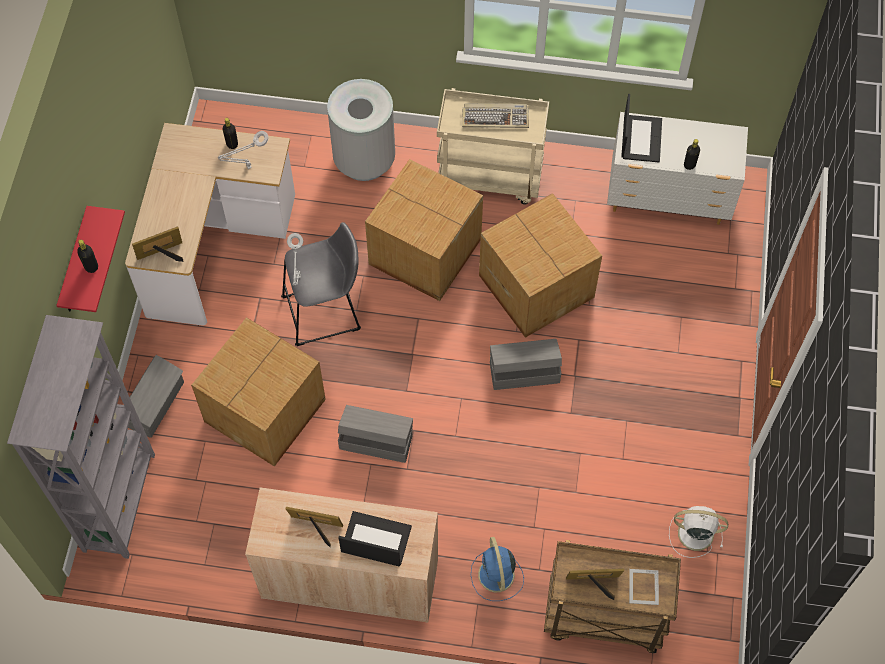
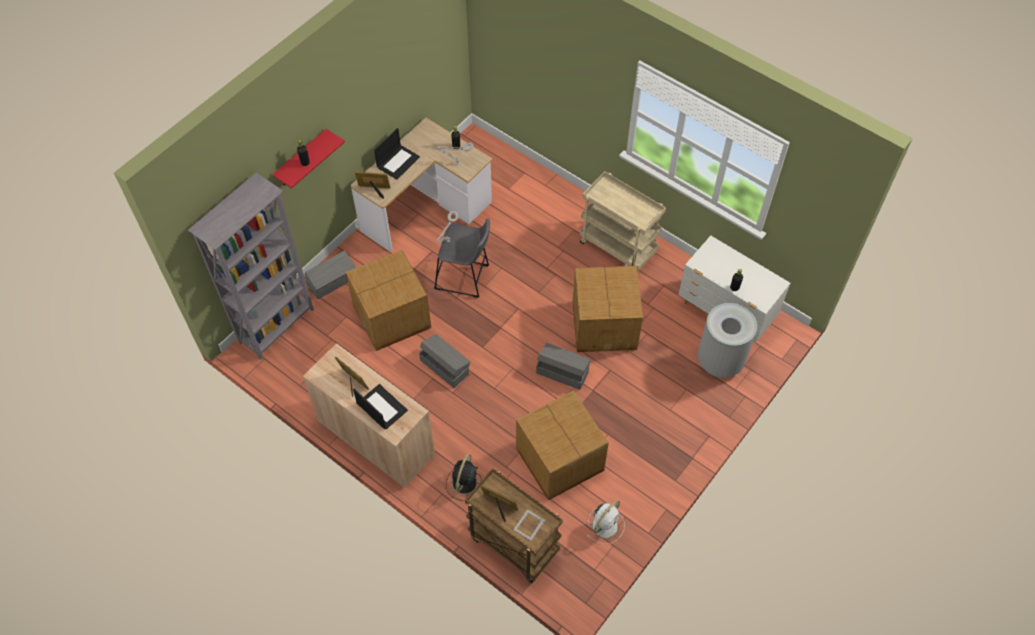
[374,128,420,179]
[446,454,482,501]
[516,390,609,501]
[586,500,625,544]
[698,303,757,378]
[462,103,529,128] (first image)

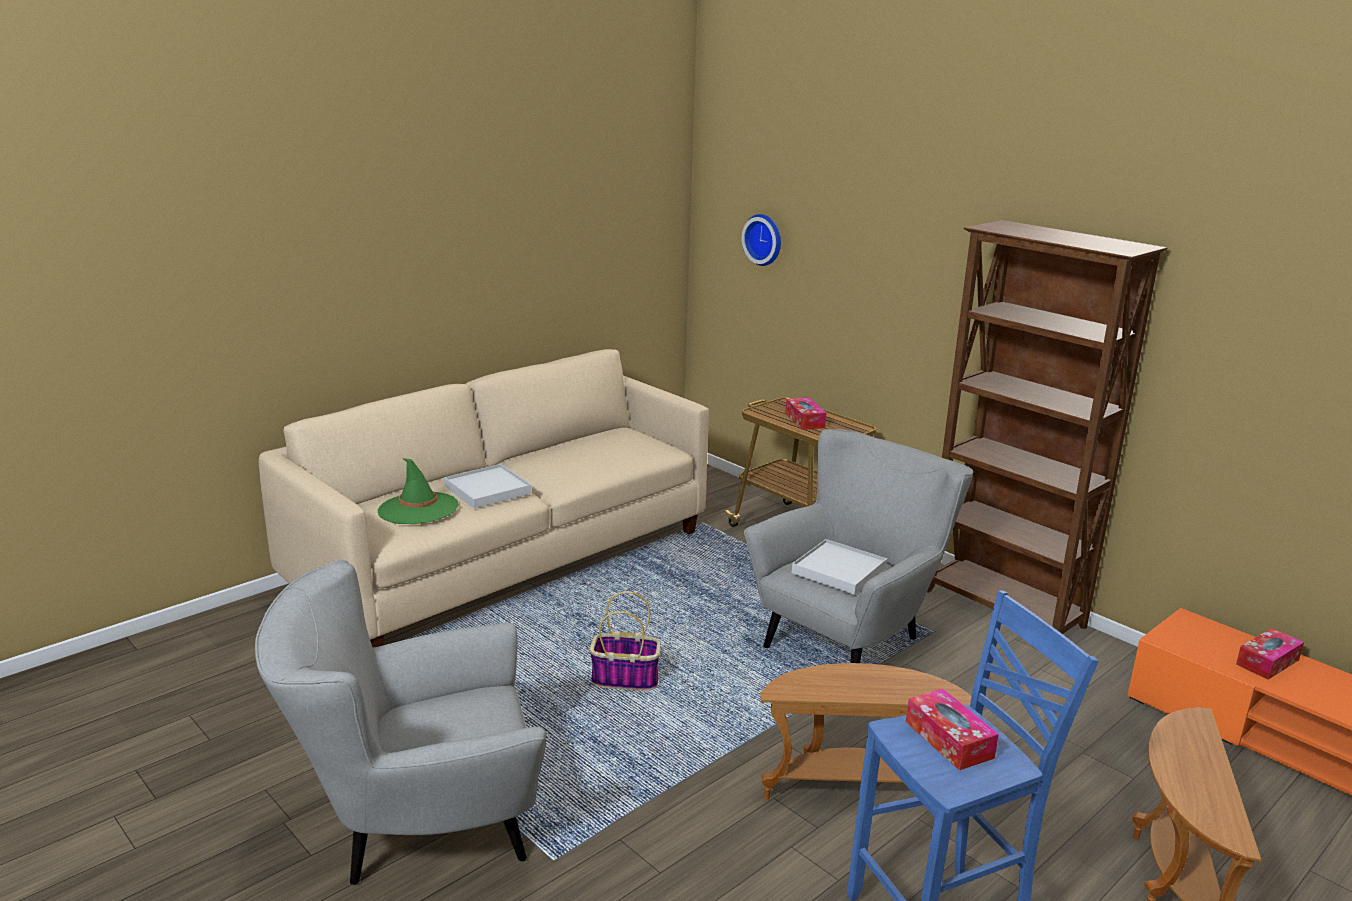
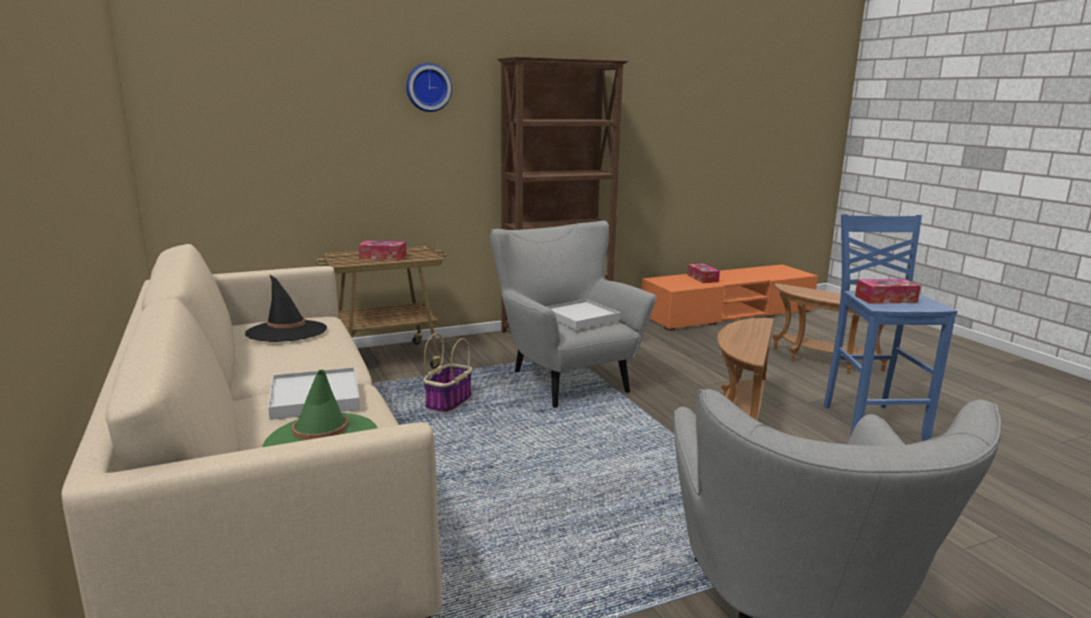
[245,274,327,342]
[406,63,452,112]
[423,333,472,413]

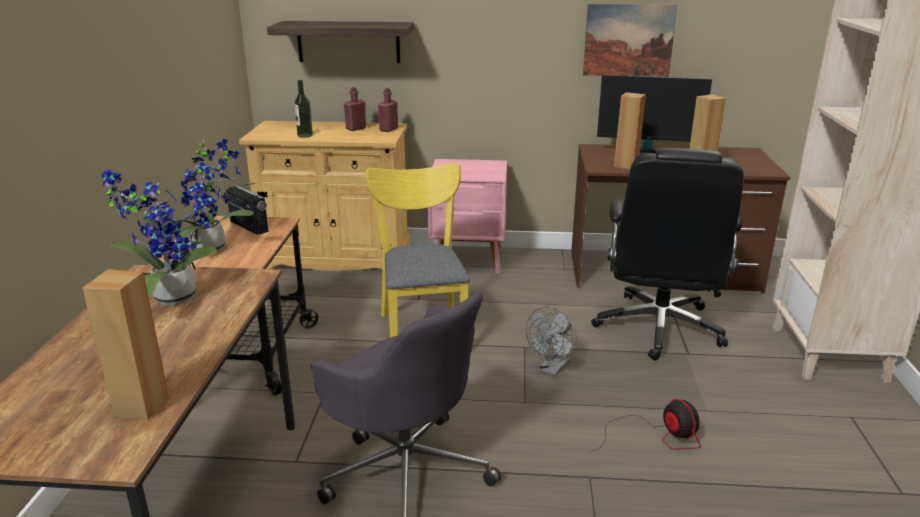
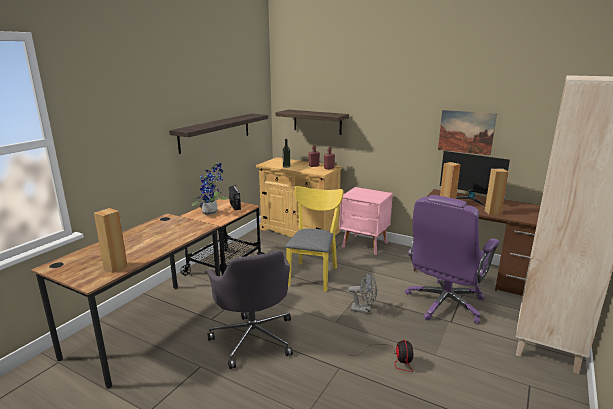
[169,114,268,154]
[348,273,377,314]
[405,195,500,324]
[101,169,217,306] (first image)

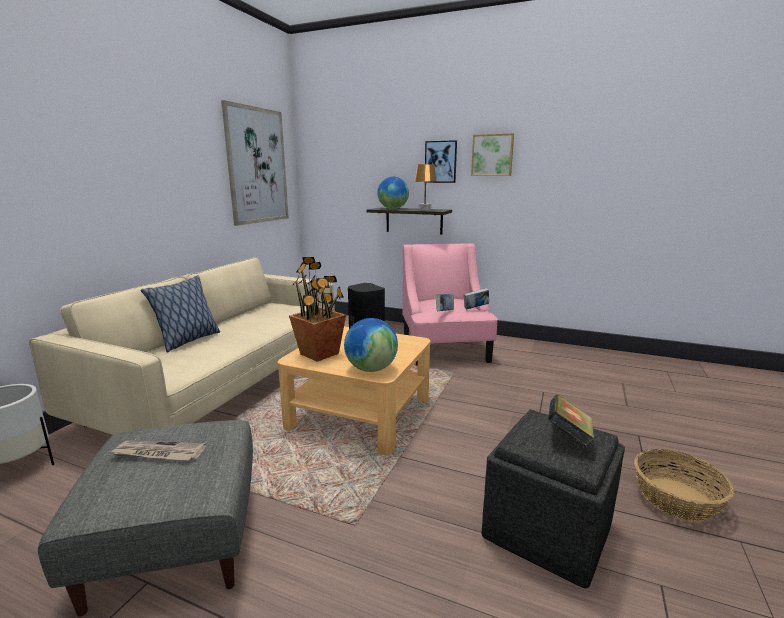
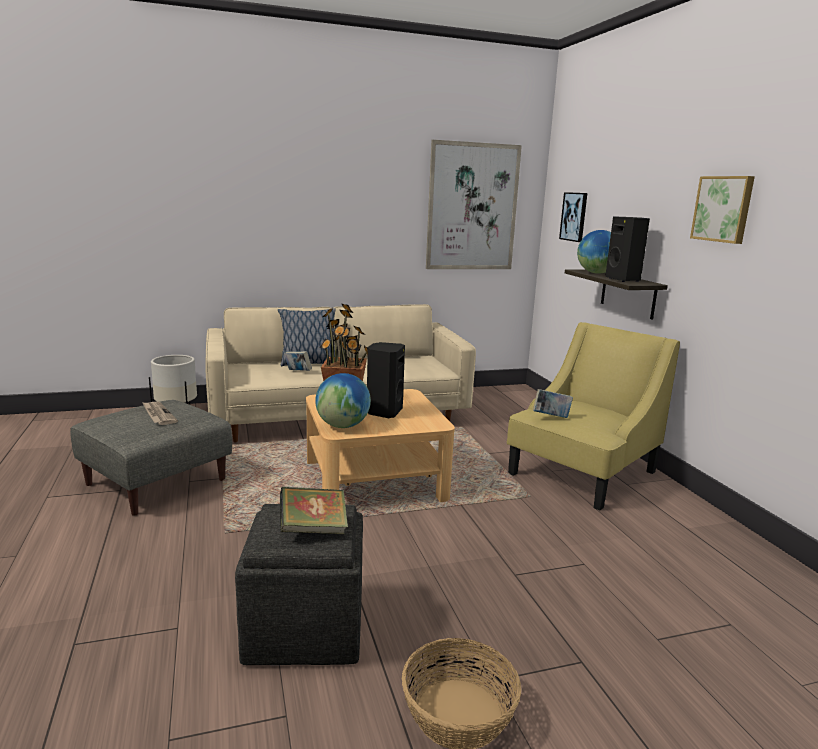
[284,351,312,371]
[507,322,680,511]
[559,192,587,242]
[605,216,650,282]

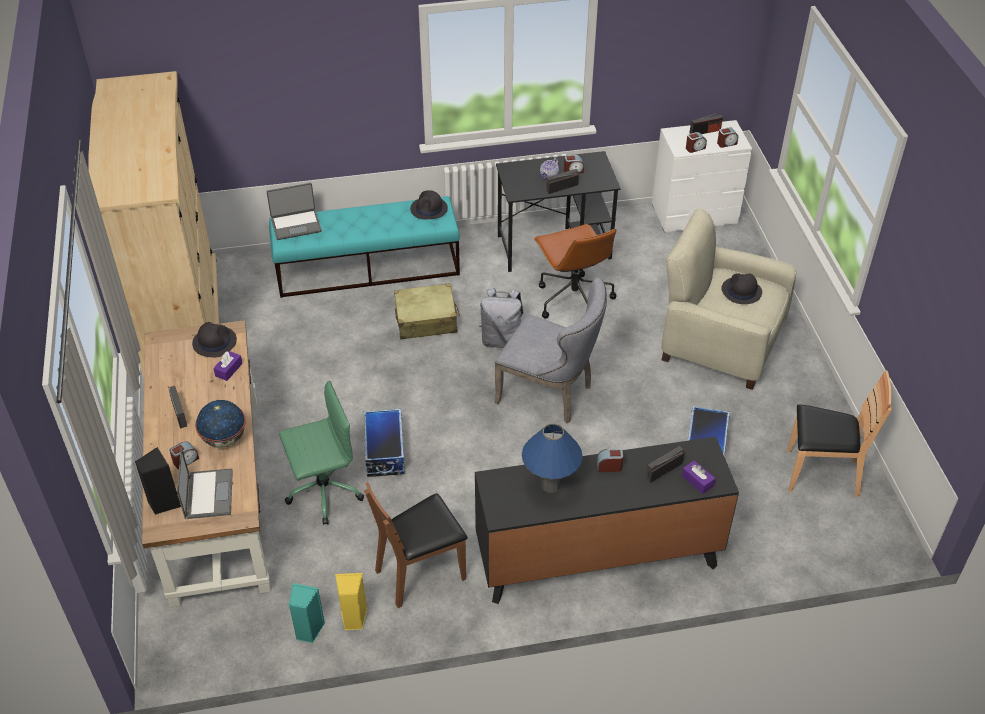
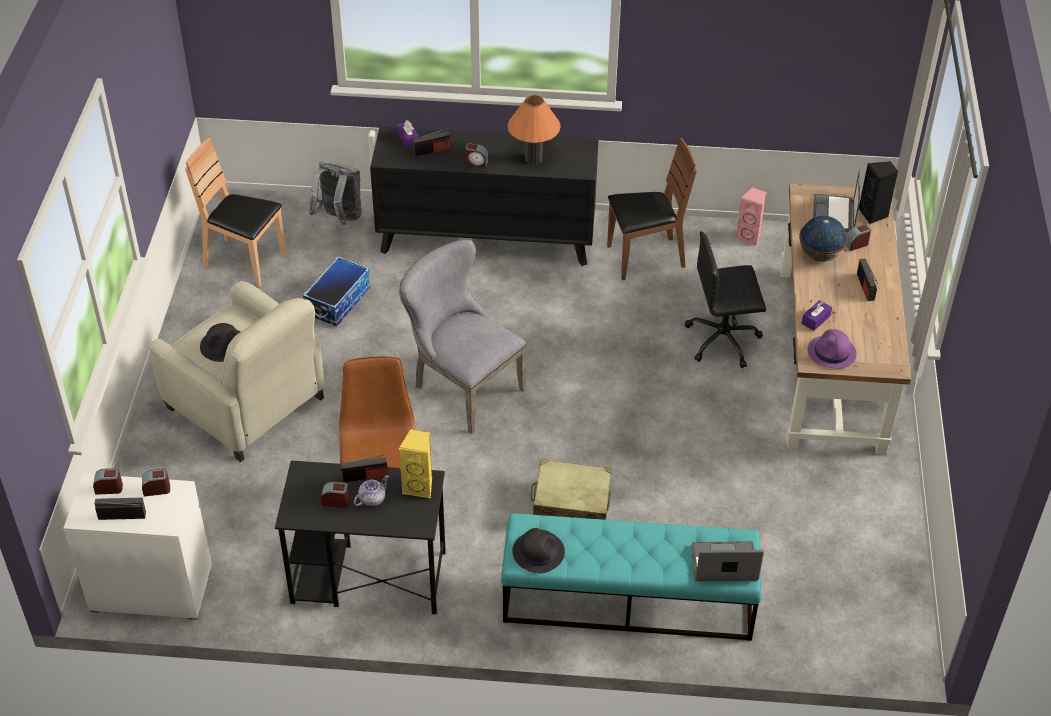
[309,161,362,225]
[399,429,432,498]
[507,95,561,164]
[685,231,766,368]
[735,187,767,246]
[808,329,856,368]
[88,71,219,378] (first image)
[364,409,405,477] (first image)

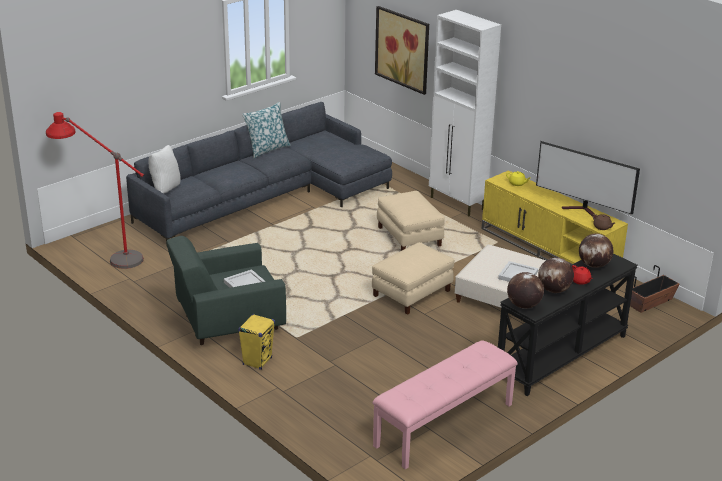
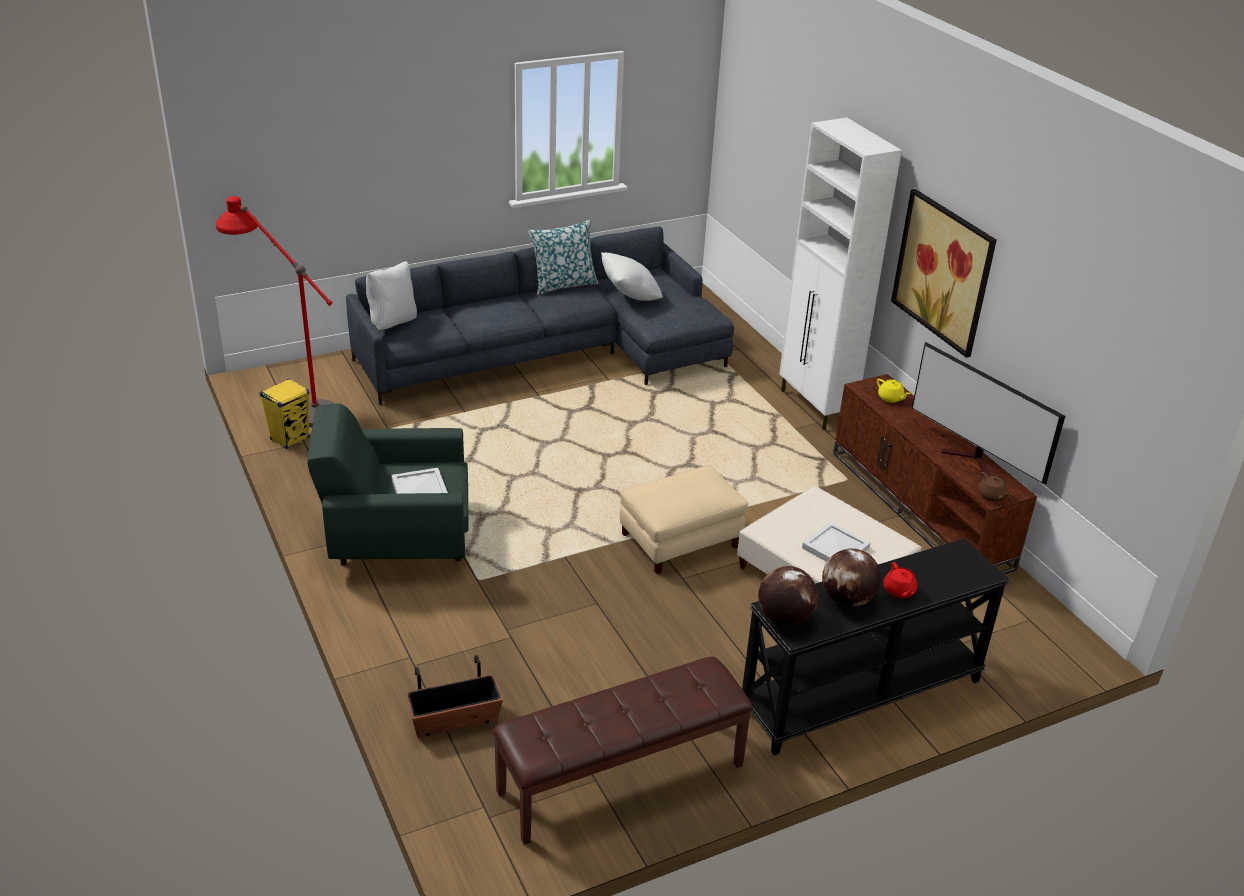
[260,378,310,449]
[405,655,503,738]
[492,656,753,845]
[601,252,663,301]
[833,374,1037,574]
[891,189,997,358]
[377,191,445,251] (first image)
[579,234,613,268] (first image)

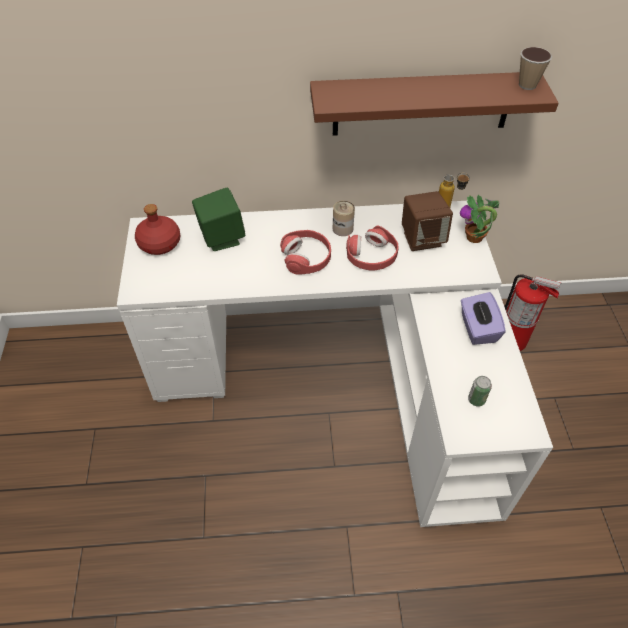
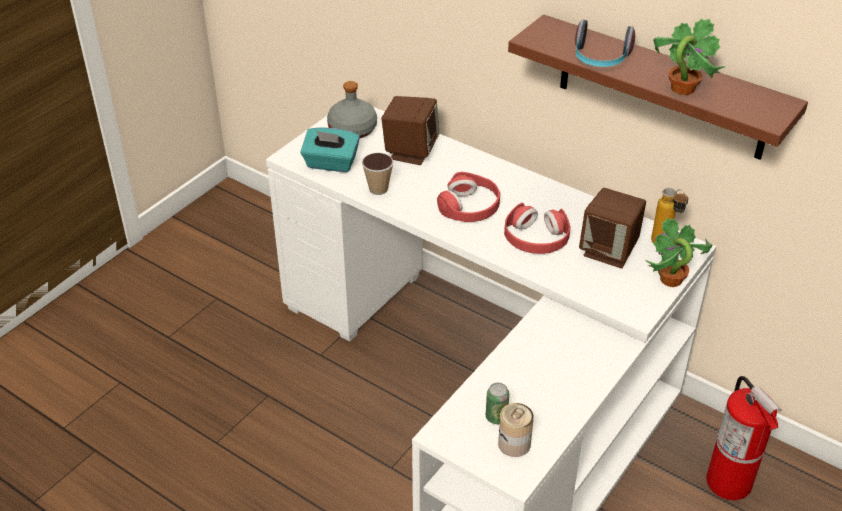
[300,128,360,172]
[327,81,377,138]
[362,153,394,195]
[381,96,440,165]
[498,403,534,457]
[575,20,635,67]
[653,18,726,95]
[461,292,506,345] (first image)

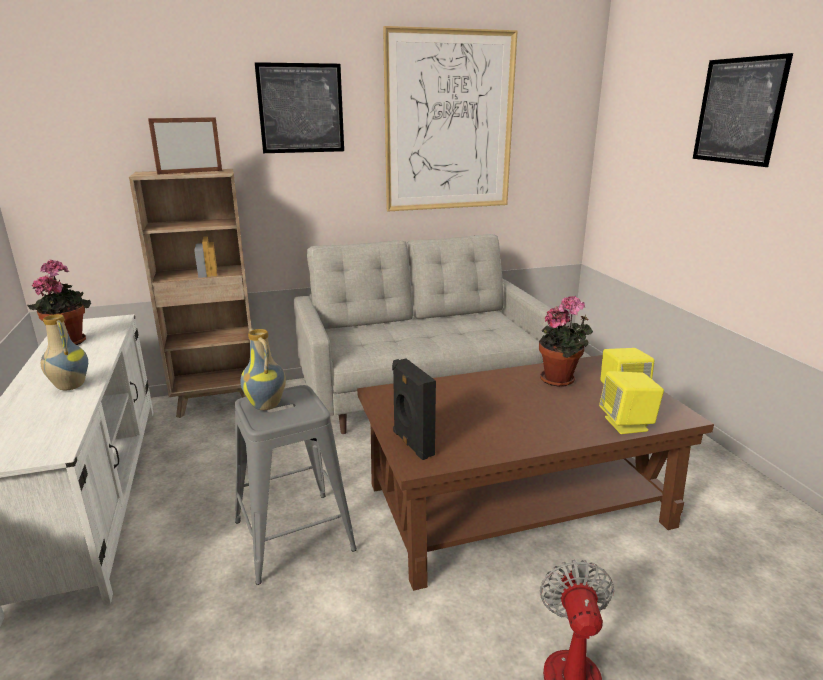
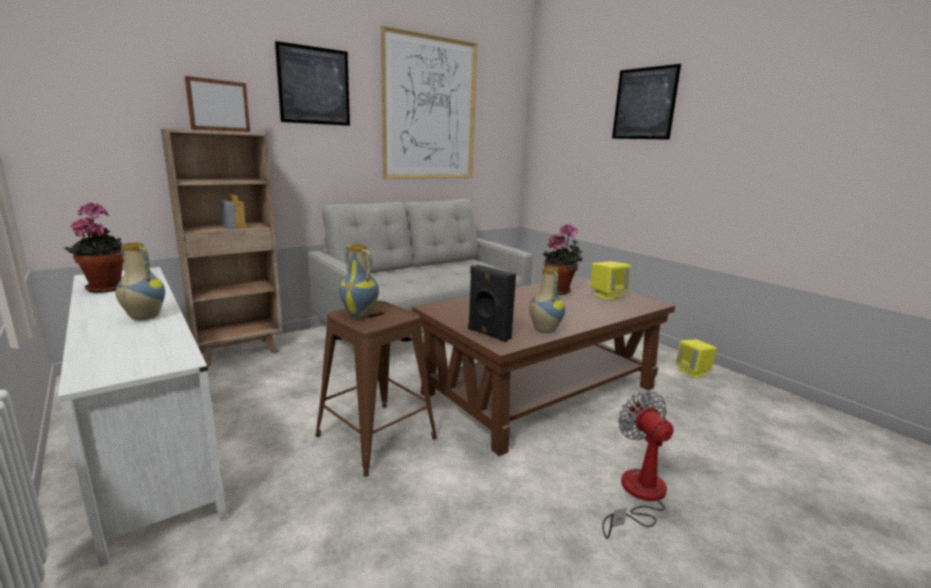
[315,301,437,477]
[529,266,565,333]
[675,339,717,378]

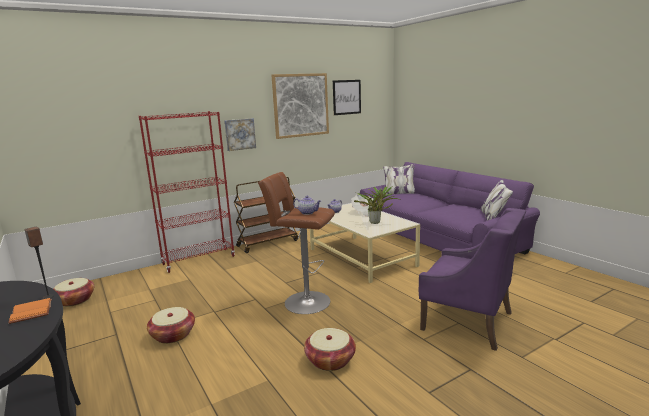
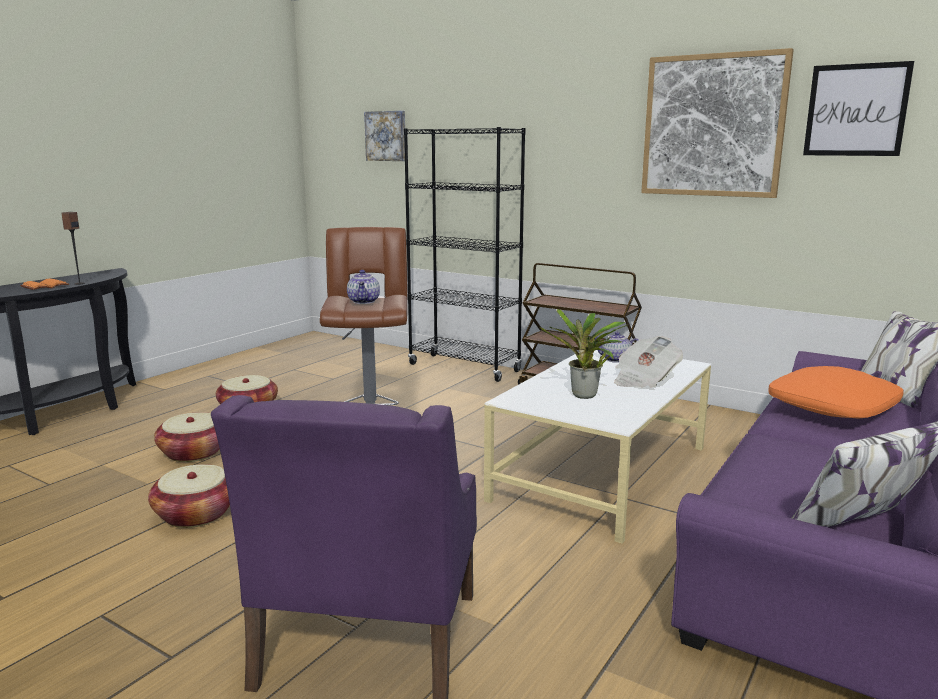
[154,412,220,462]
[364,111,405,161]
[404,127,526,382]
[769,366,904,419]

